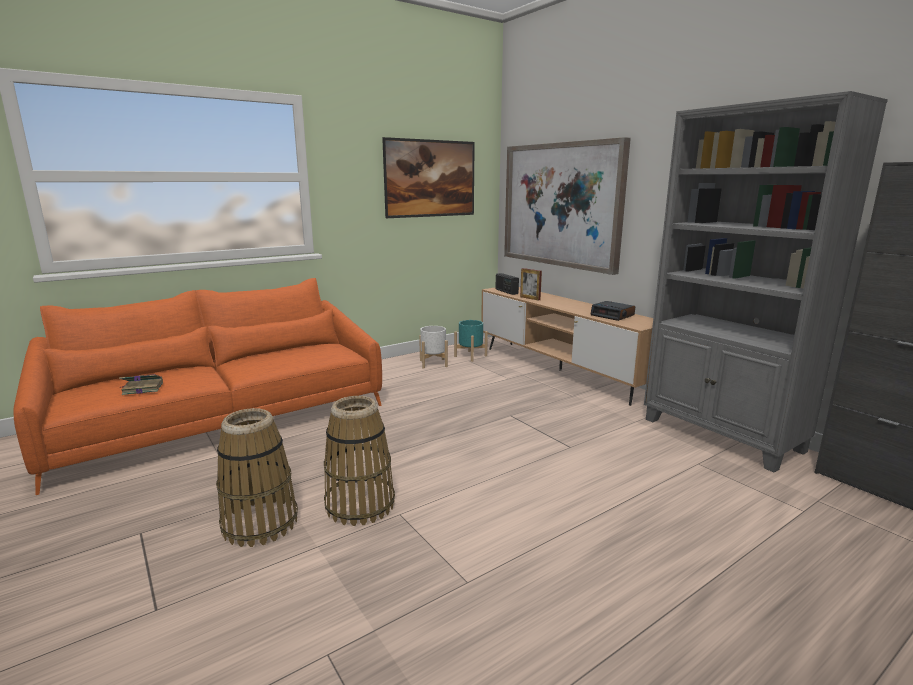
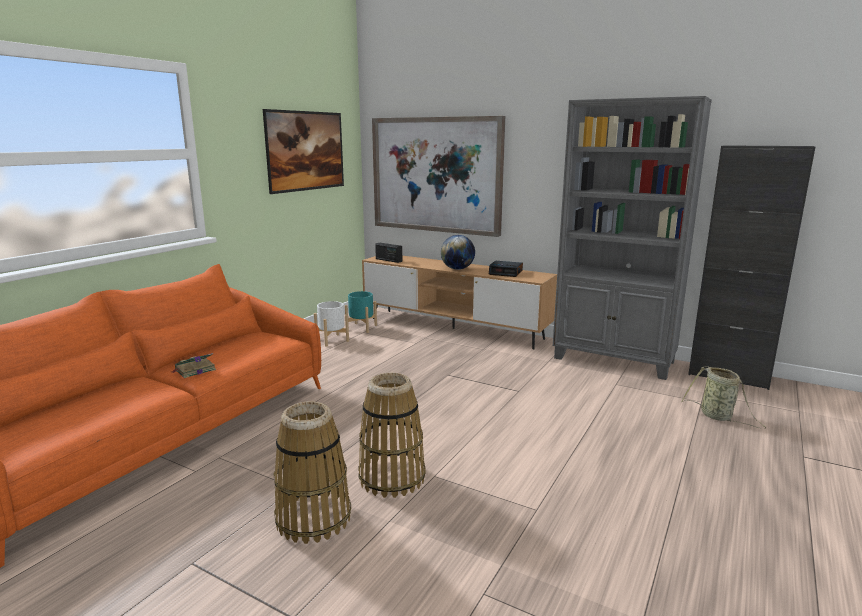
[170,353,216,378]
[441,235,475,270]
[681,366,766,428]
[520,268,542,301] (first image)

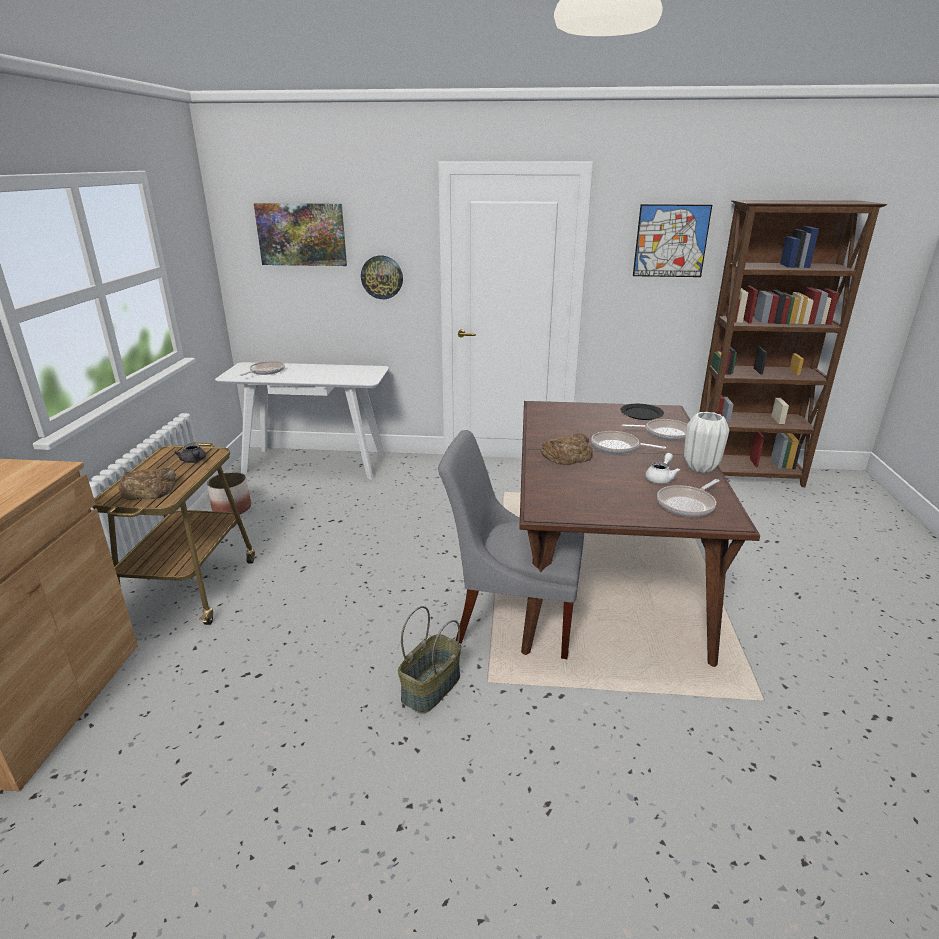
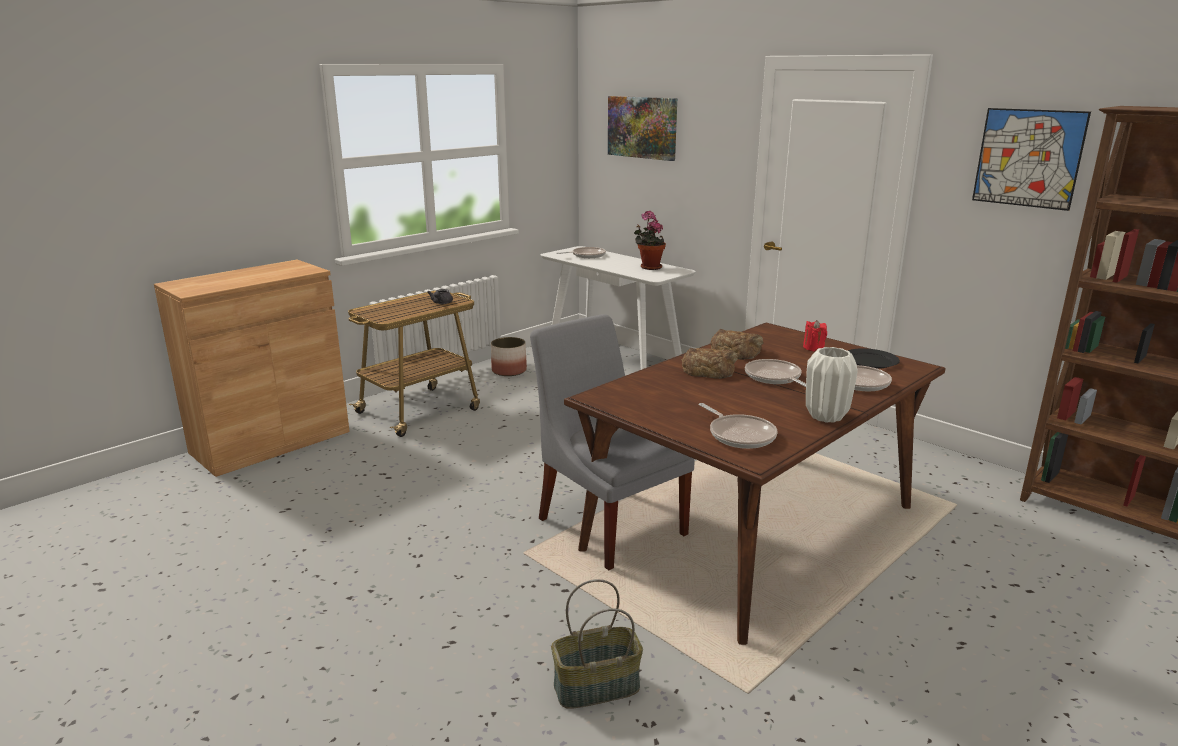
[551,579,643,709]
[634,210,666,270]
[699,403,778,449]
[710,329,763,359]
[803,320,827,352]
[361,255,403,299] (first image)
[645,453,680,484] (first image)

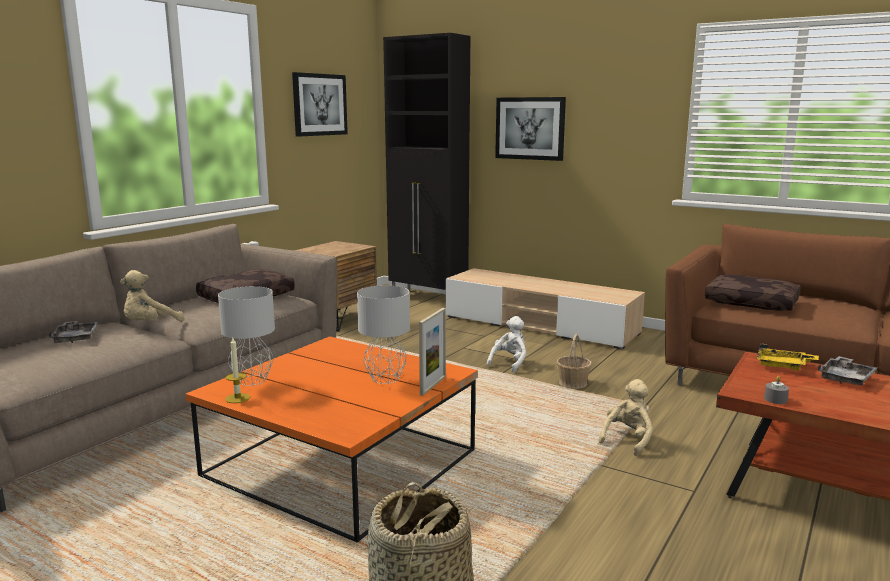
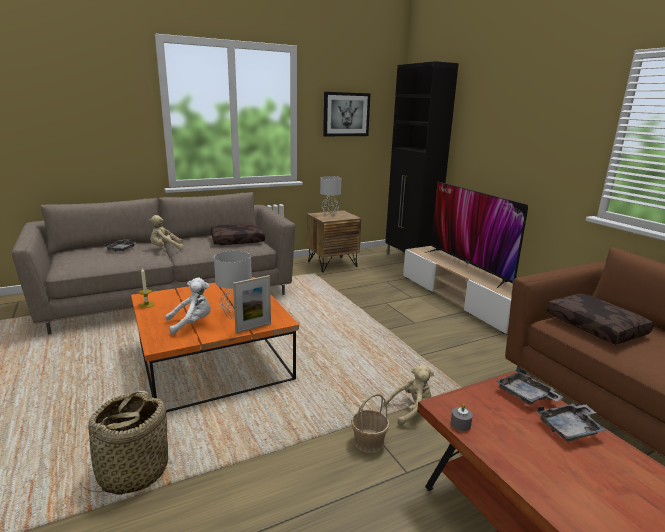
[165,278,211,335]
[320,176,341,216]
[351,393,390,453]
[425,182,528,288]
[496,369,564,405]
[495,97,566,161] (first image)

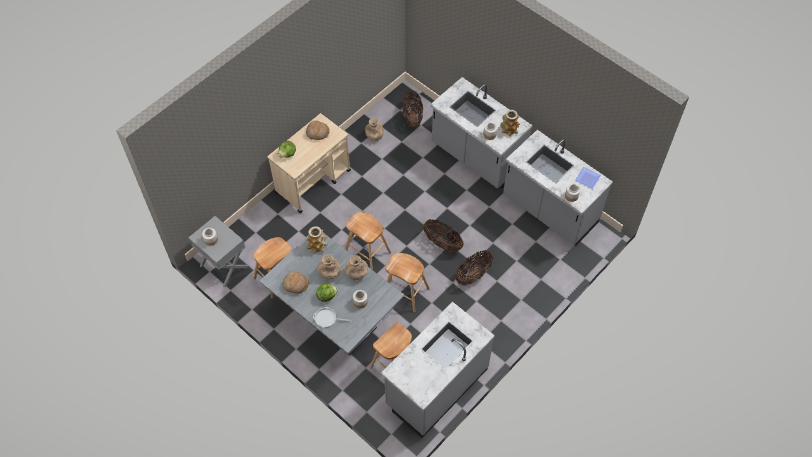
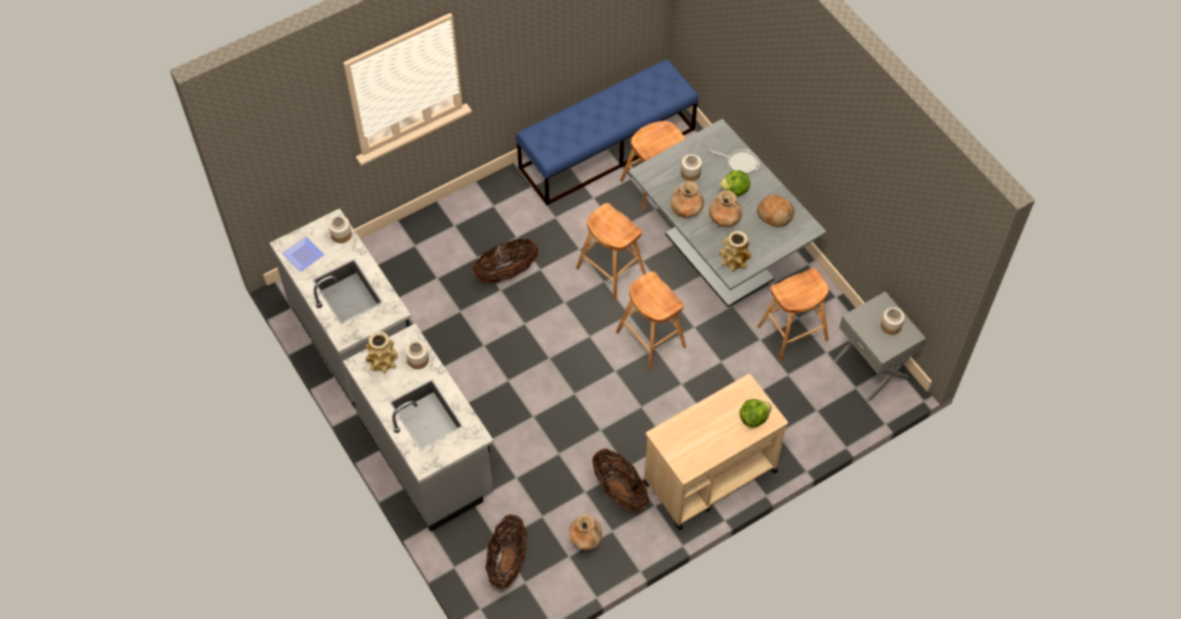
[516,59,698,205]
[592,448,649,512]
[306,120,330,140] (first image)

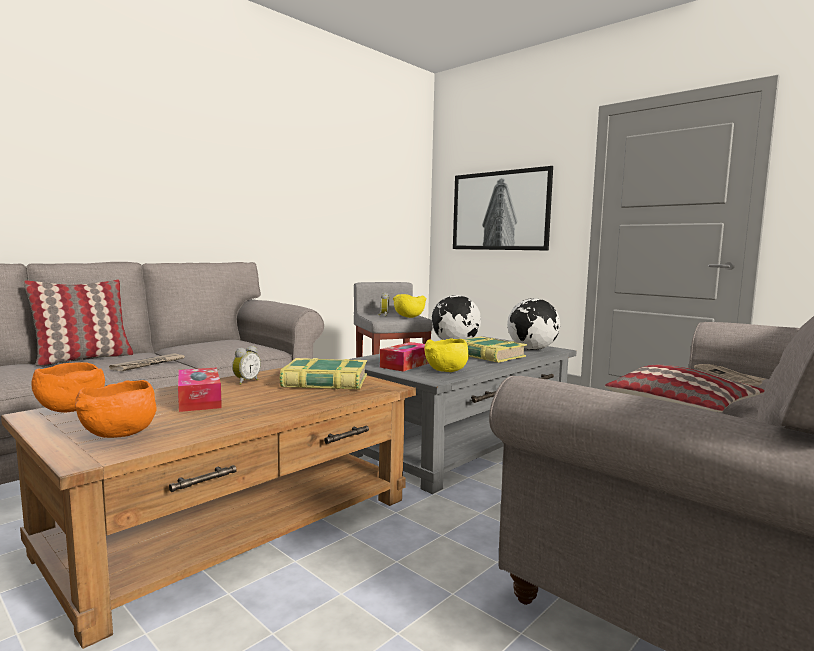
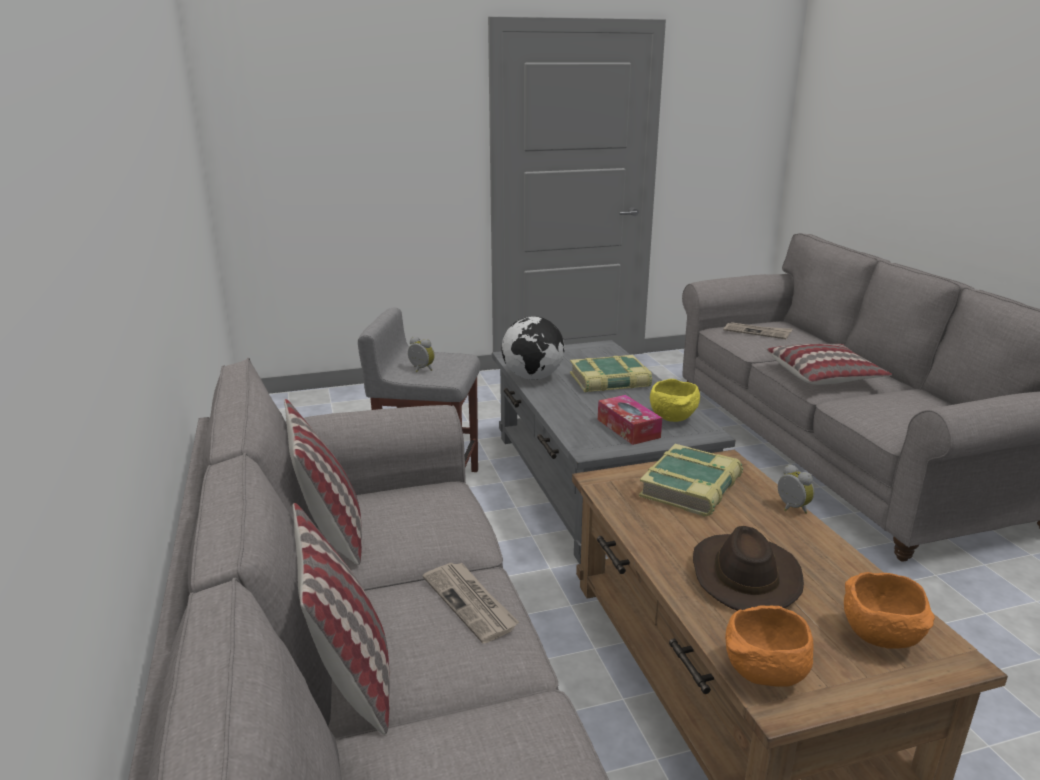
[284,399,362,565]
[693,526,804,611]
[778,464,814,514]
[393,294,426,318] (first image)
[453,166,553,251] (first image)
[507,298,560,350] (first image)

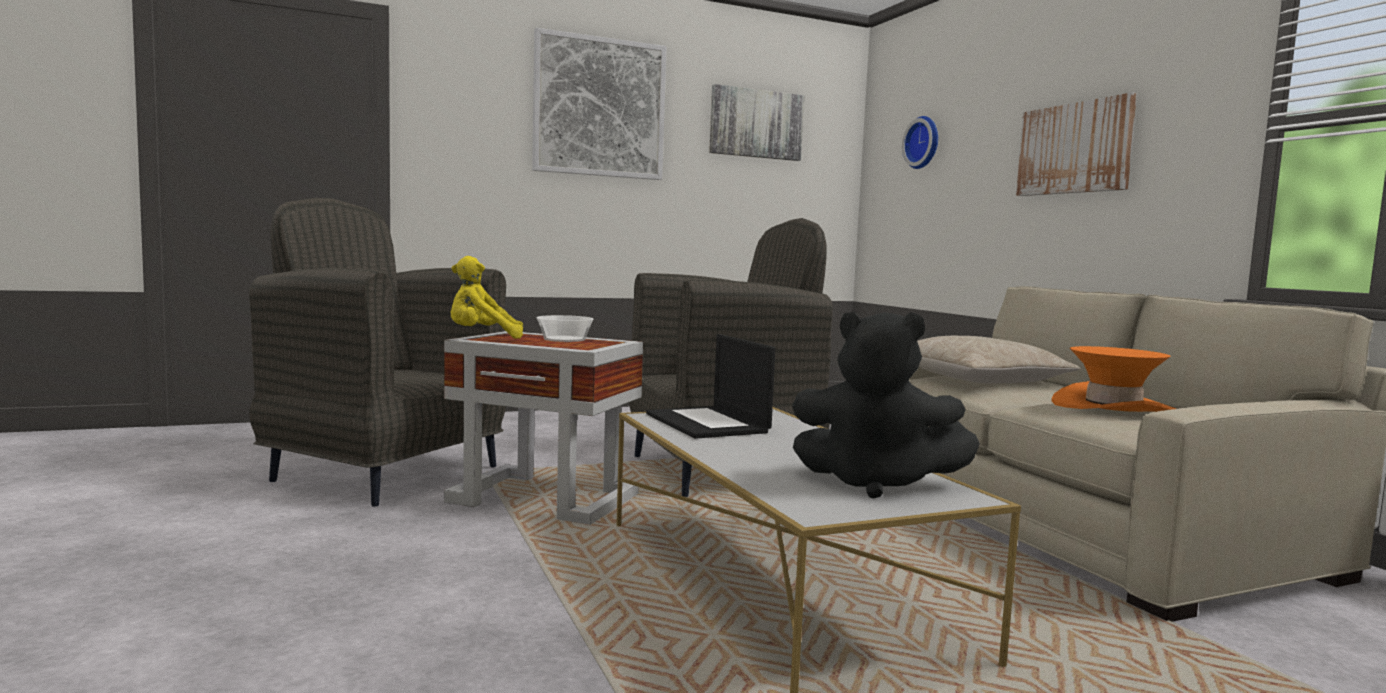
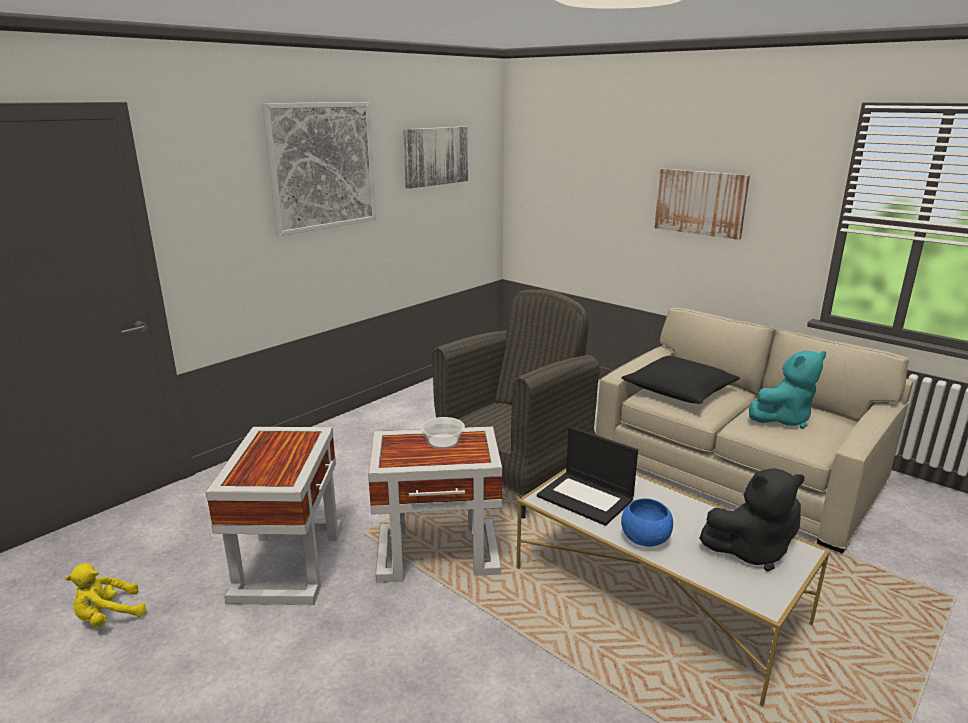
[65,563,146,627]
[206,427,342,605]
[621,498,673,547]
[622,356,740,404]
[749,351,826,429]
[902,116,938,169] (first image)

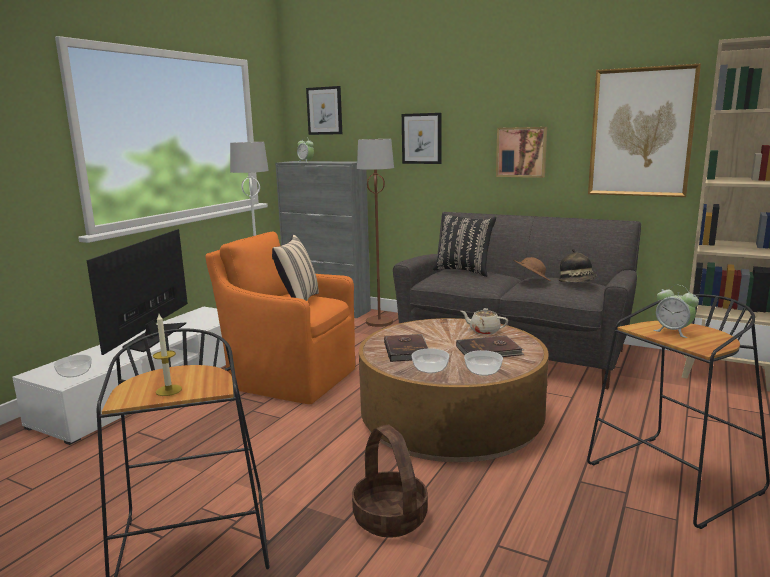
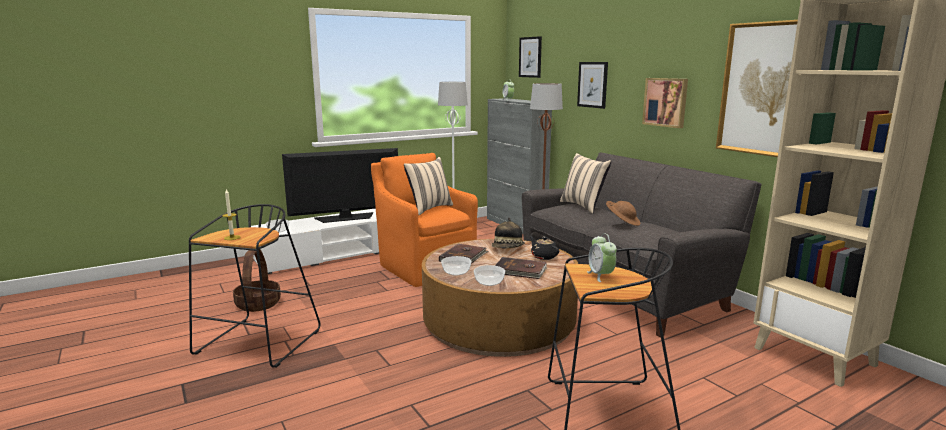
[233,249,281,312]
[282,148,398,223]
[492,218,525,248]
[530,236,559,260]
[560,153,611,214]

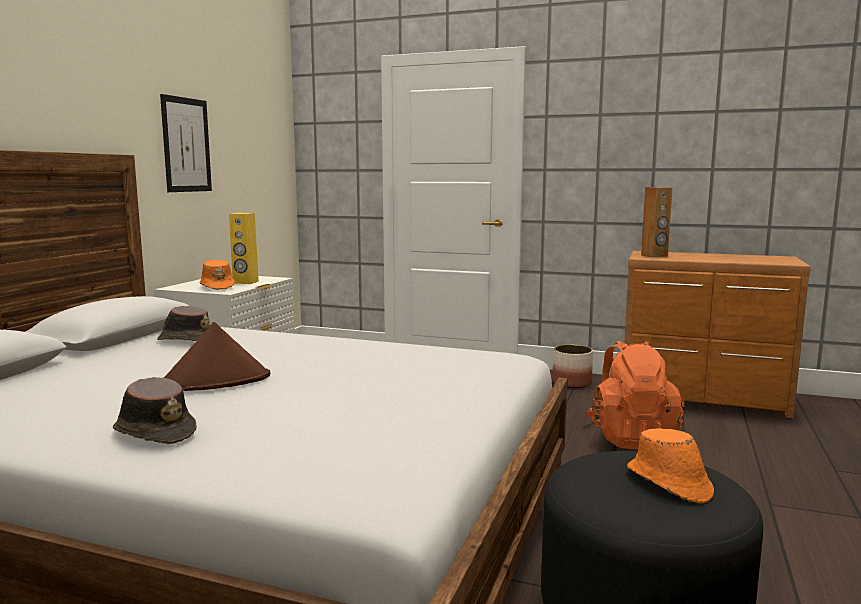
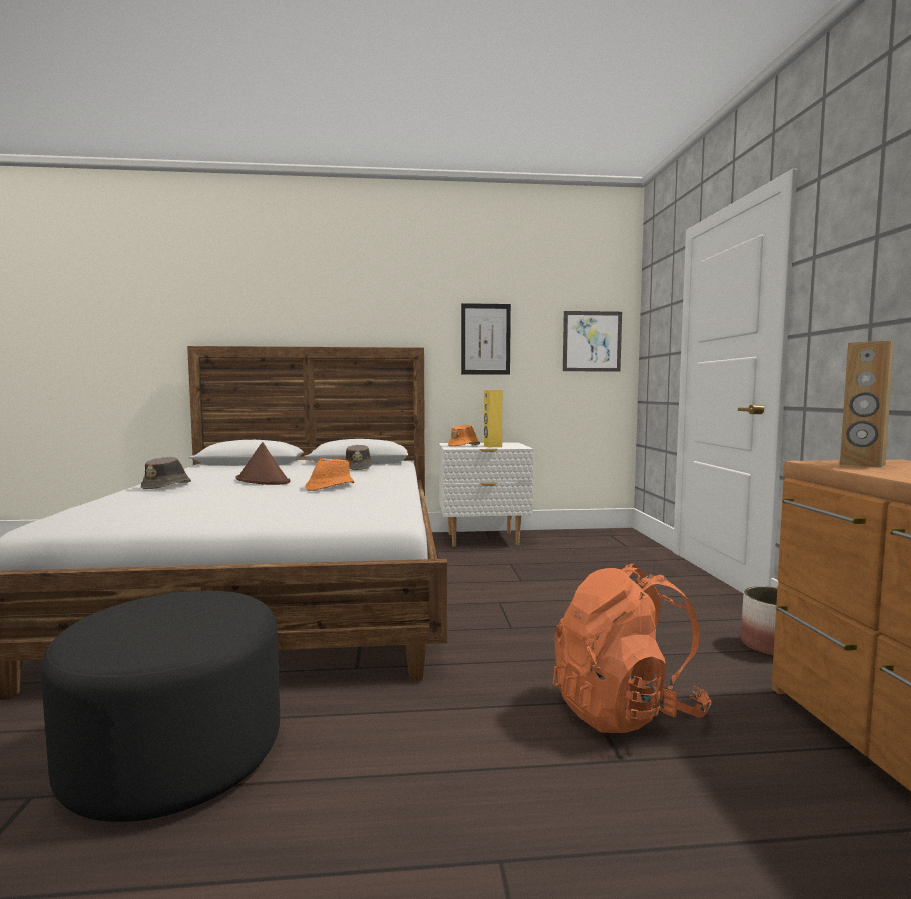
[305,459,354,491]
[563,311,622,371]

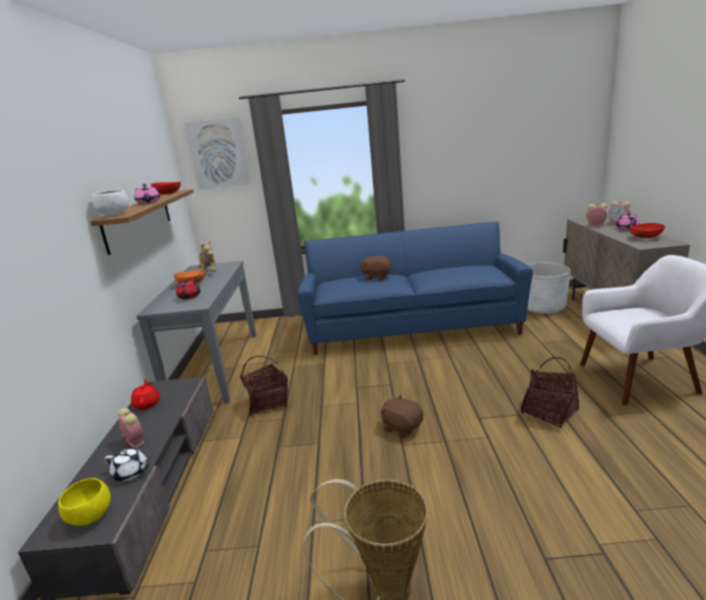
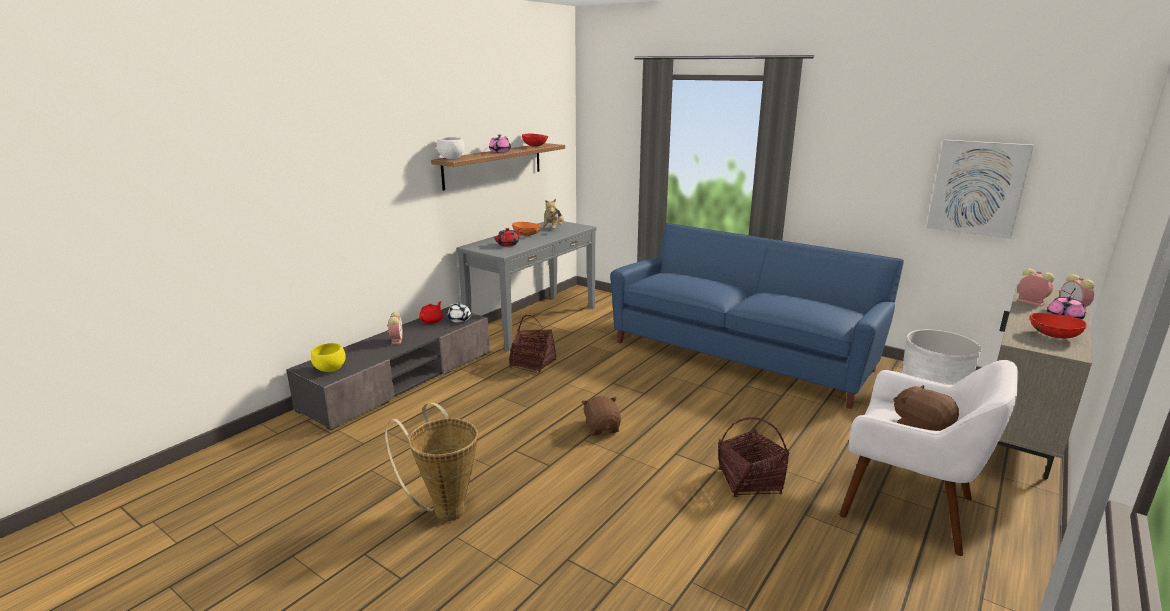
[448,303,471,323]
[893,385,959,431]
[927,140,1034,239]

